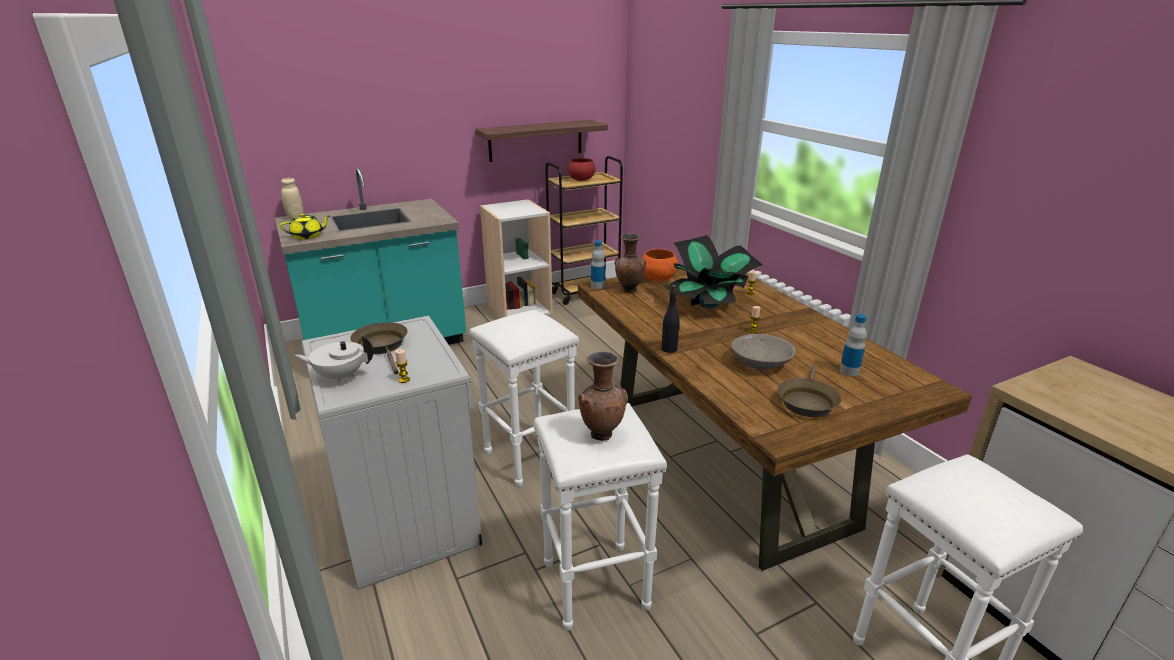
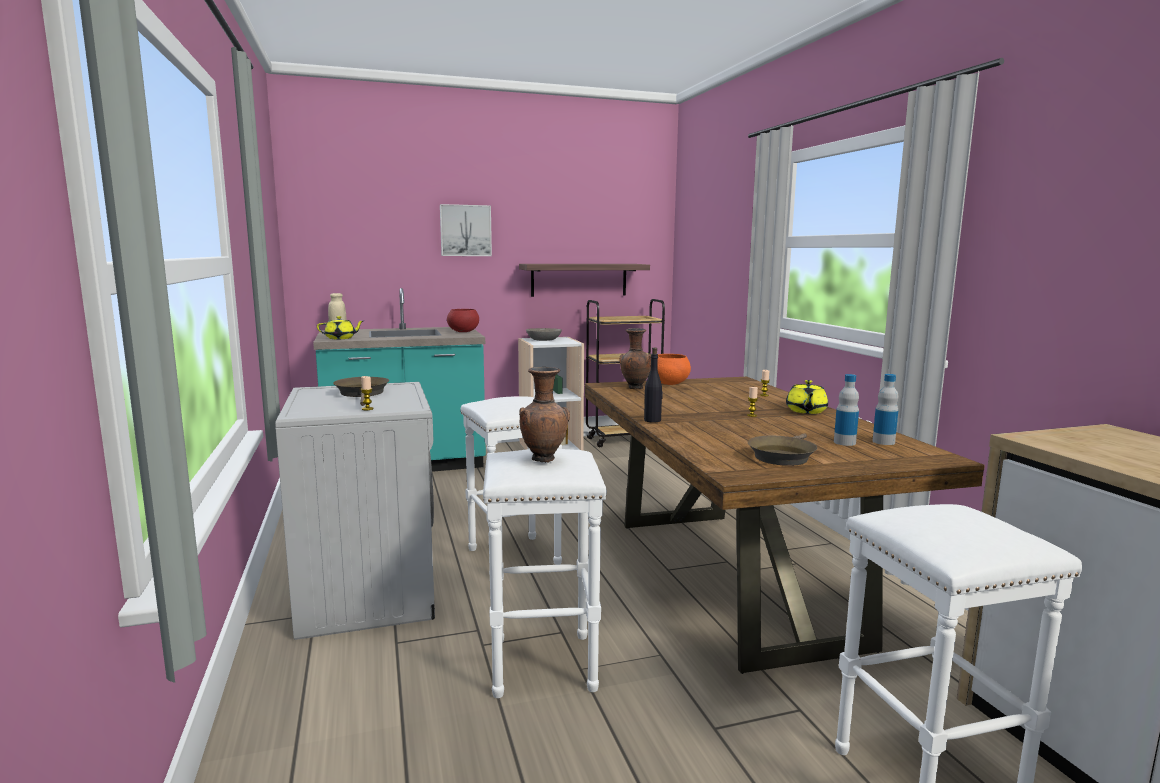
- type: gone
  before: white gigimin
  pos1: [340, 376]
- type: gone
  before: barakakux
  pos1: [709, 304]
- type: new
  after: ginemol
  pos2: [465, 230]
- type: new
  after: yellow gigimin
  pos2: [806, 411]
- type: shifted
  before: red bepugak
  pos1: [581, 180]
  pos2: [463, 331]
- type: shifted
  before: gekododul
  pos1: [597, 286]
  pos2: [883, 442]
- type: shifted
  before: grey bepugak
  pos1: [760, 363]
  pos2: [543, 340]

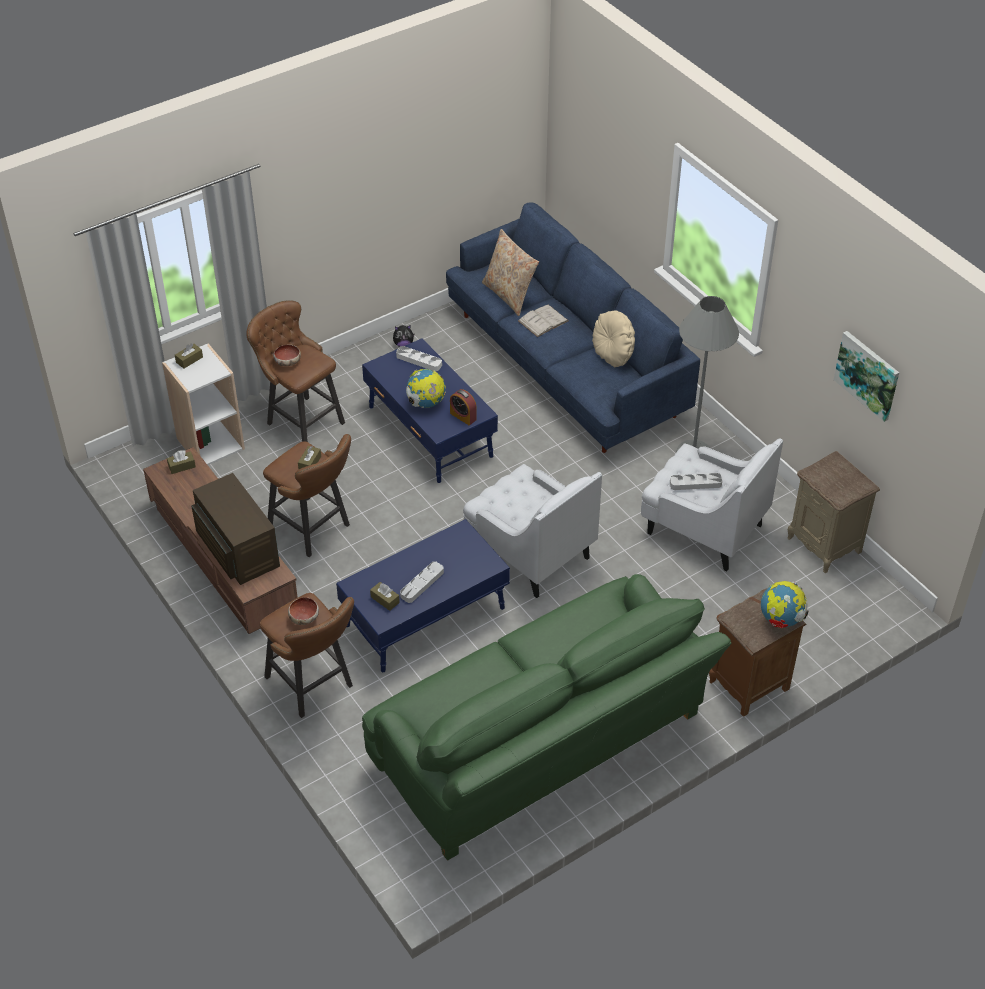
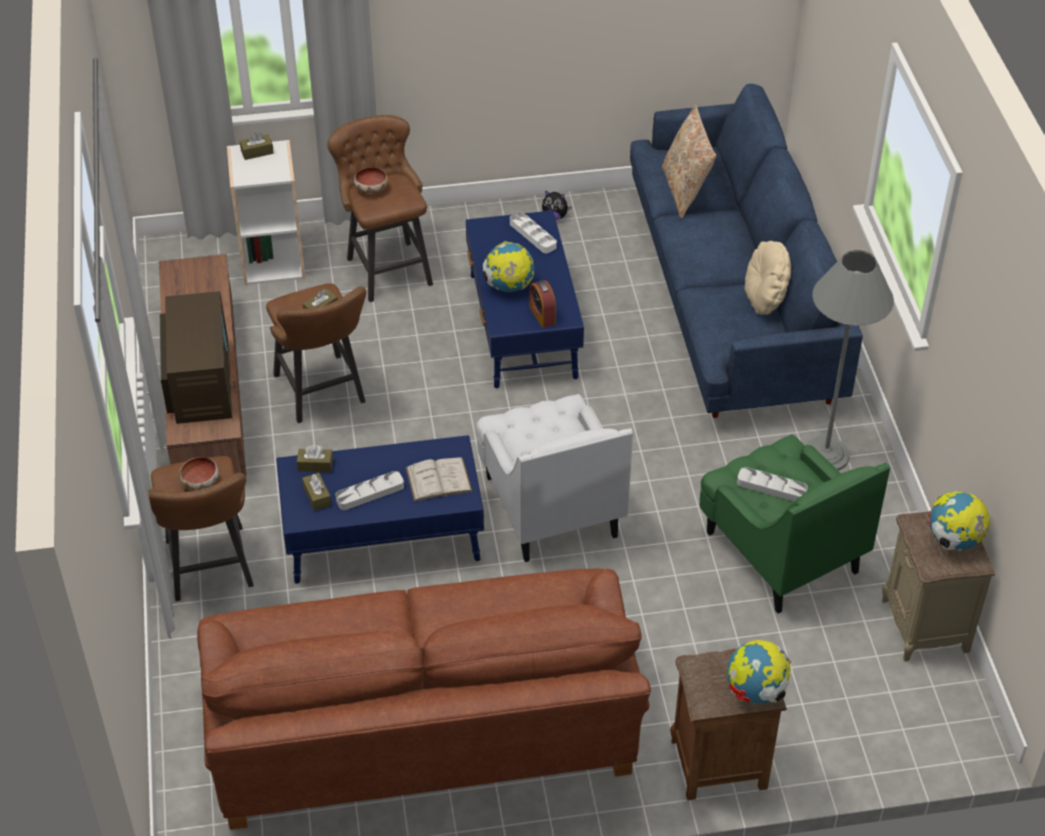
- type: gone
  before: ginemol
  pos1: [868, 375]
- type: new
  after: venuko
  pos2: [953, 540]
- type: shifted
  before: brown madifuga
  pos1: [182, 466]
  pos2: [315, 465]
- type: shifted
  before: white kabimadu
  pos1: [543, 321]
  pos2: [438, 479]
- type: repainted
  before: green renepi
  after: brown renepi
  pos1: [544, 746]
  pos2: [424, 740]
- type: repainted
  before: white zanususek
  after: green zanususek
  pos1: [703, 528]
  pos2: [780, 551]

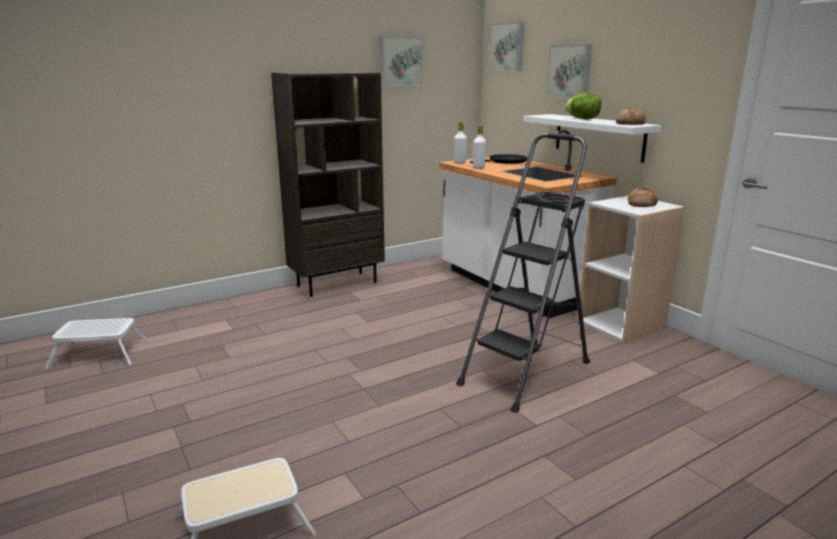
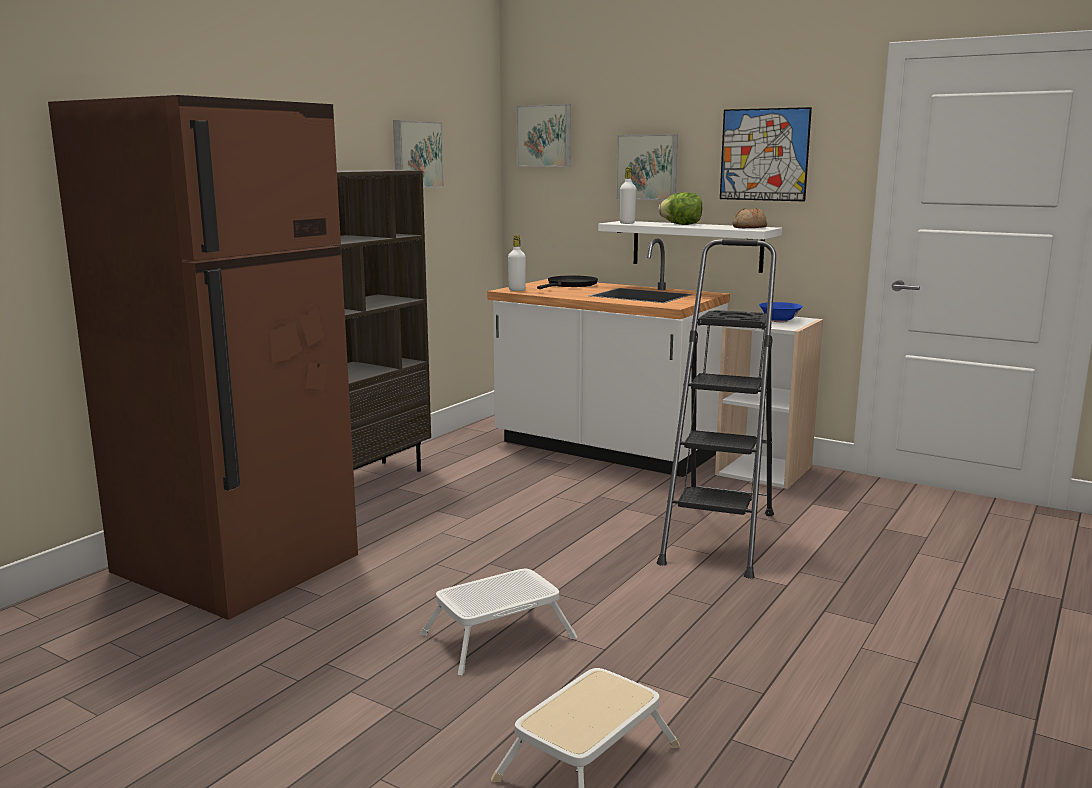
- type: new
  after: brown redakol
  pos2: [237, 562]
- type: new
  after: ginemol
  pos2: [764, 154]
- type: shifted
  before: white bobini
  pos1: [99, 354]
  pos2: [498, 636]
- type: shifted
  before: white gekododul
  pos1: [478, 168]
  pos2: [627, 223]
- type: swapped
  before: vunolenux
  after: blue bepugak
  pos1: [641, 204]
  pos2: [779, 321]

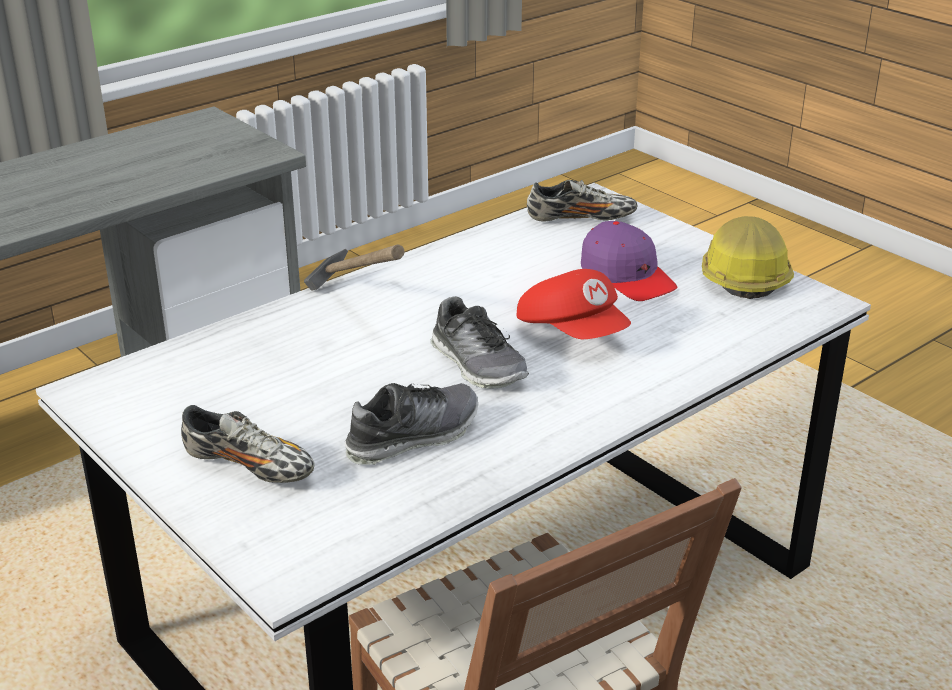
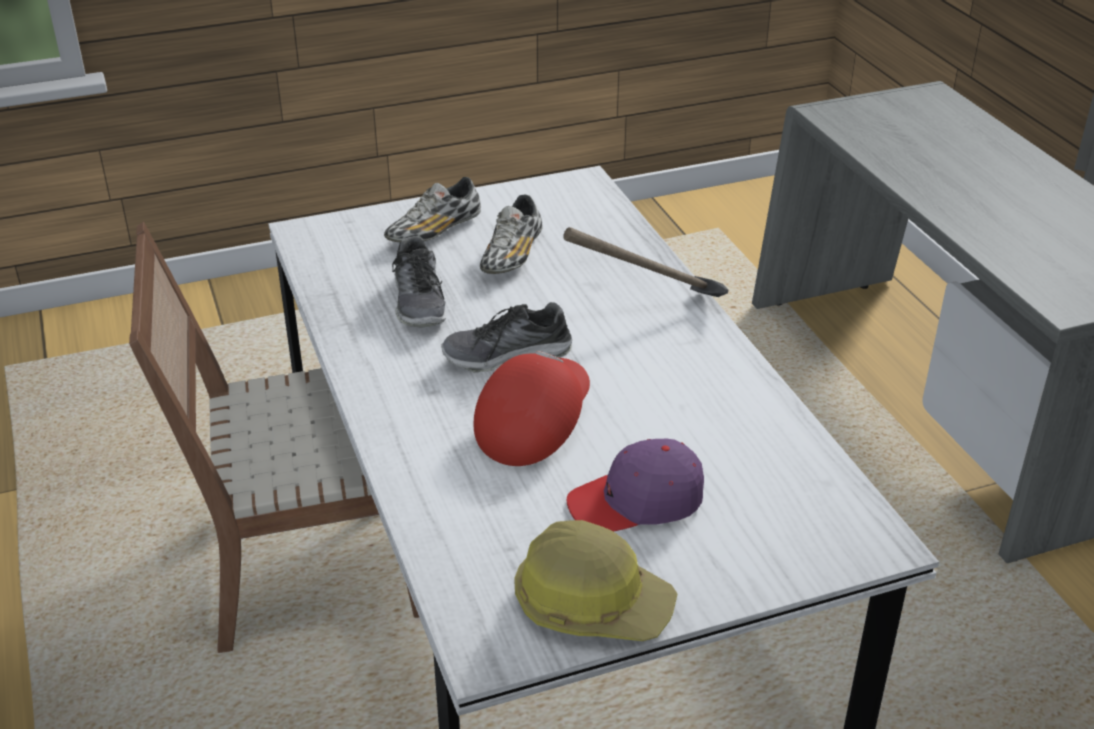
- type: shifted
  before: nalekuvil
  pos1: [581, 219]
  pos2: [512, 256]
- type: rotated
  before: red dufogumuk
  pos1: [573, 332]
  pos2: [532, 426]
  turn: 135

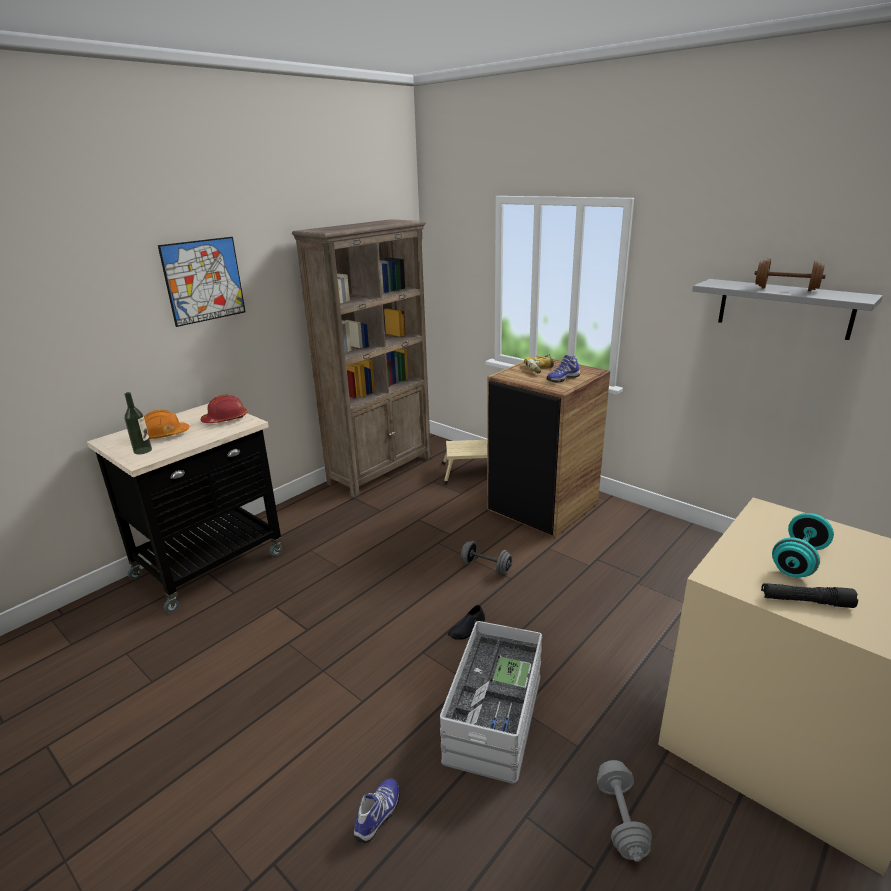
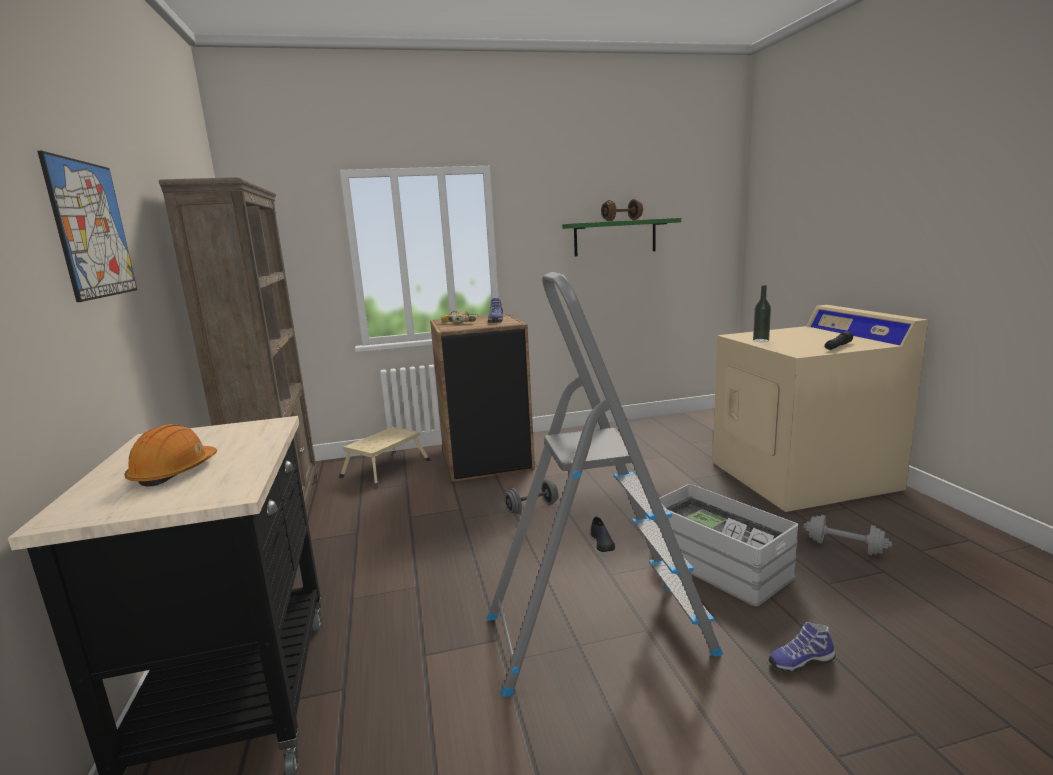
- type: gone
  before: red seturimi
  pos1: [225, 419]
- type: gone
  before: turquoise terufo
  pos1: [798, 560]
- type: new
  after: grey bobini
  pos2: [599, 634]
- type: shifted
  before: gekododul
  pos1: [143, 450]
  pos2: [760, 340]
- type: repainted
  before: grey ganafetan
  after: green ganafetan
  pos1: [784, 308]
  pos2: [615, 237]
- type: rotated
  before: nalekuvil
  pos1: [379, 815]
  pos2: [800, 660]
  turn: -75

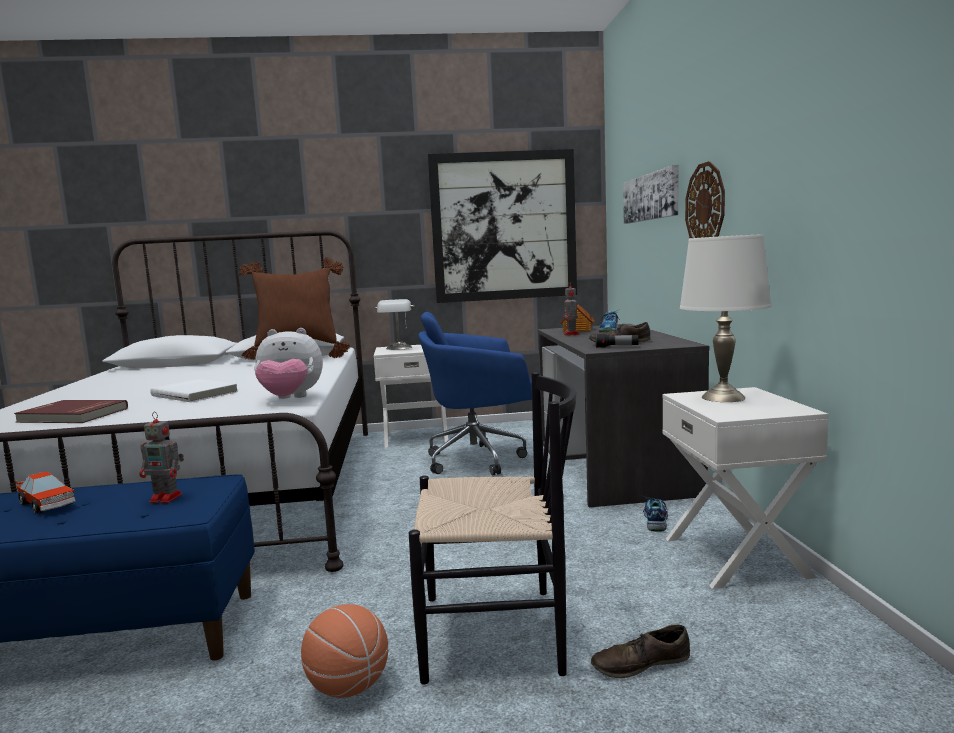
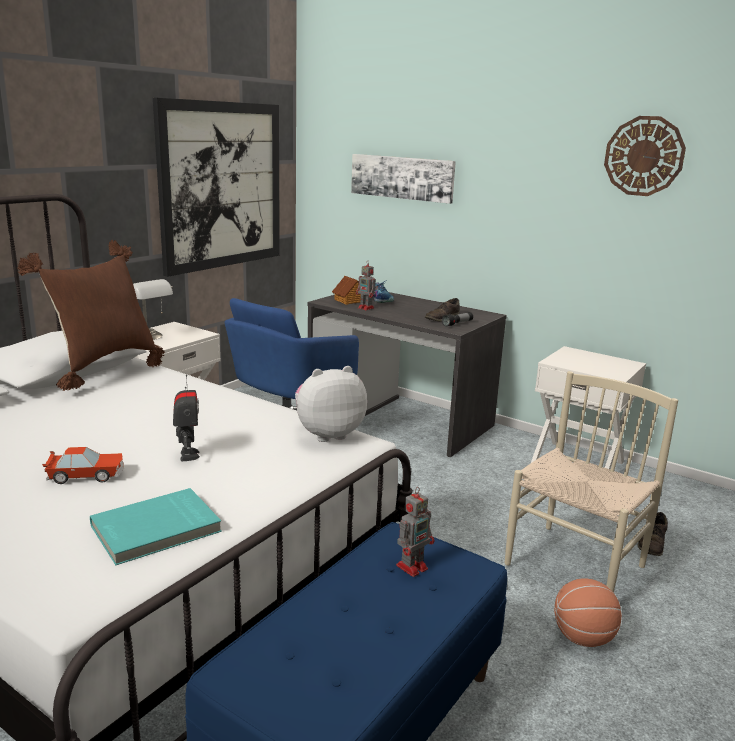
- type: gone
  before: nalekuvil
  pos1: [654, 520]
- type: gone
  before: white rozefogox
  pos1: [722, 397]
- type: shifted
  before: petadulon
  pos1: [47, 504]
  pos2: [86, 475]
- type: shifted
  before: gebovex
  pos1: [705, 206]
  pos2: [644, 156]
- type: swapped
  before: white kabimadu
  after: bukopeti
  pos1: [196, 393]
  pos2: [188, 455]
- type: repainted
  before: red kabimadu
  after: turquoise kabimadu
  pos1: [72, 415]
  pos2: [157, 530]
- type: repainted
  before: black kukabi
  after: beige kukabi
  pos1: [499, 634]
  pos2: [577, 563]
- type: rotated
  before: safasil
  pos1: [290, 399]
  pos2: [328, 434]
  turn: -150

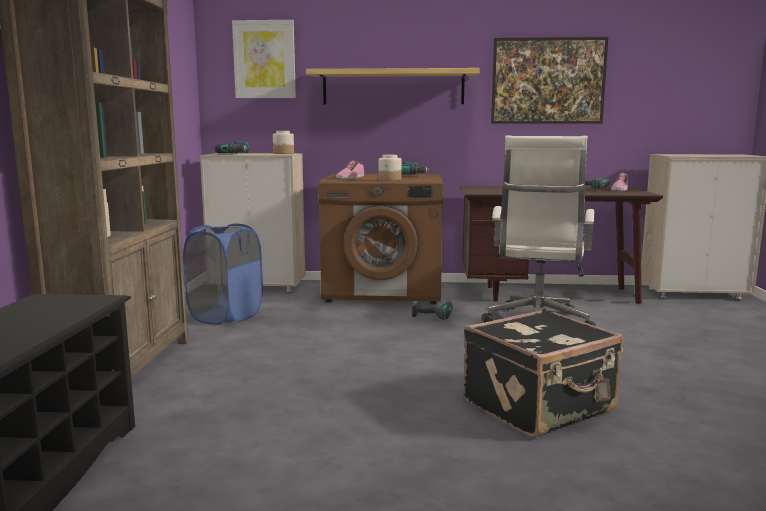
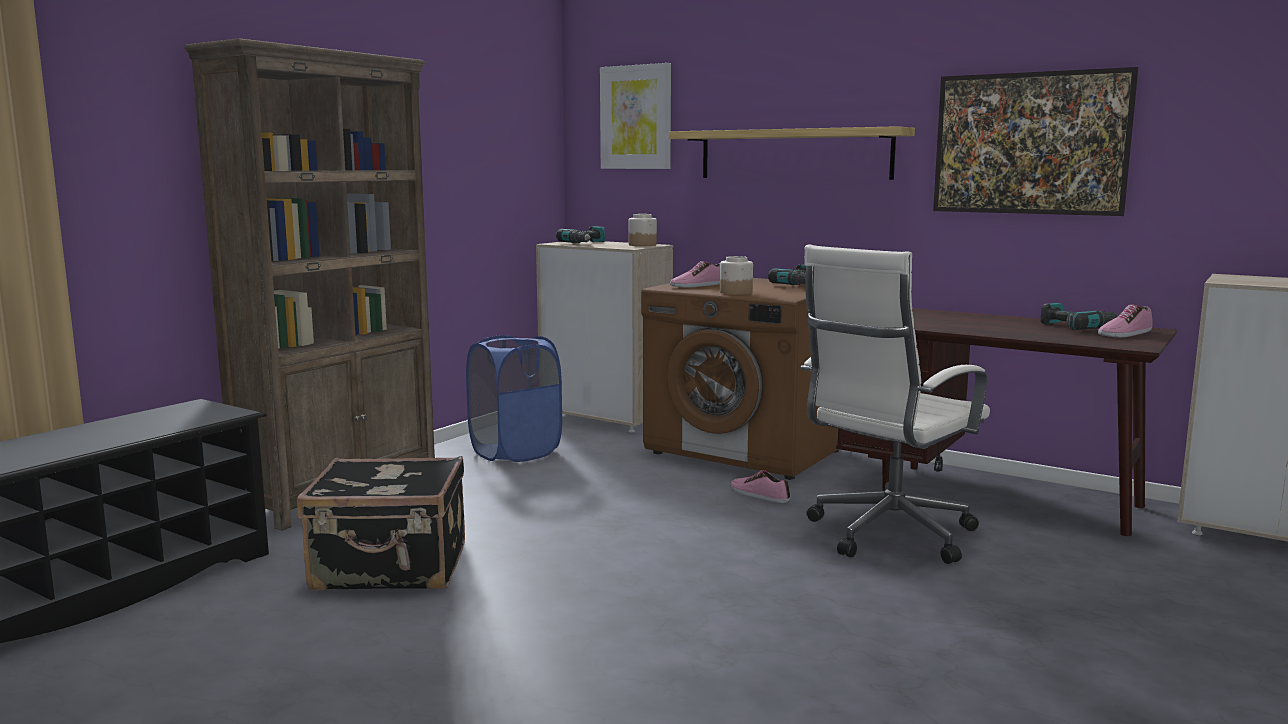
- type: shifted
  before: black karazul
  pos1: [540, 407]
  pos2: [391, 569]
- type: swapped
  before: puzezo
  after: nalekuvil
  pos1: [432, 315]
  pos2: [759, 494]

